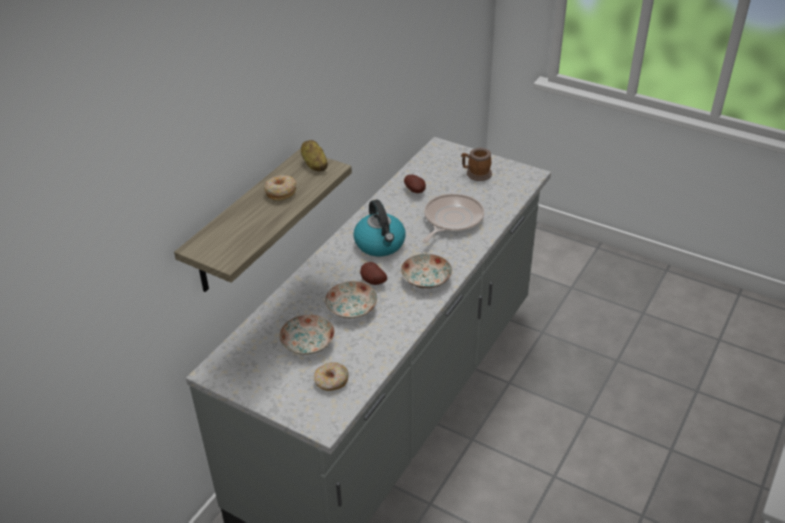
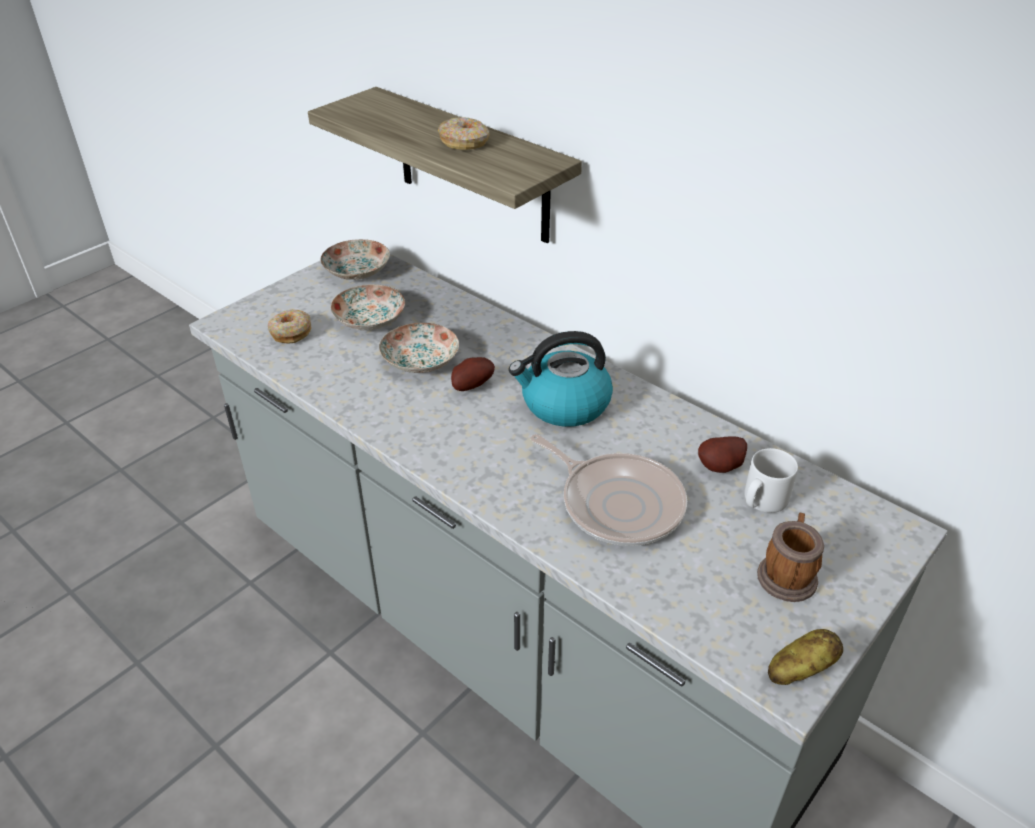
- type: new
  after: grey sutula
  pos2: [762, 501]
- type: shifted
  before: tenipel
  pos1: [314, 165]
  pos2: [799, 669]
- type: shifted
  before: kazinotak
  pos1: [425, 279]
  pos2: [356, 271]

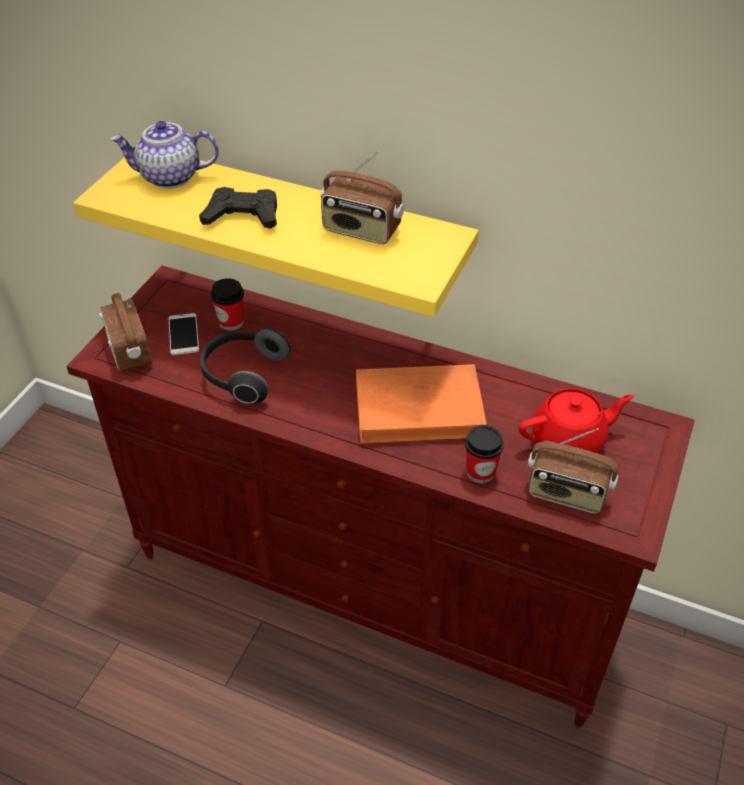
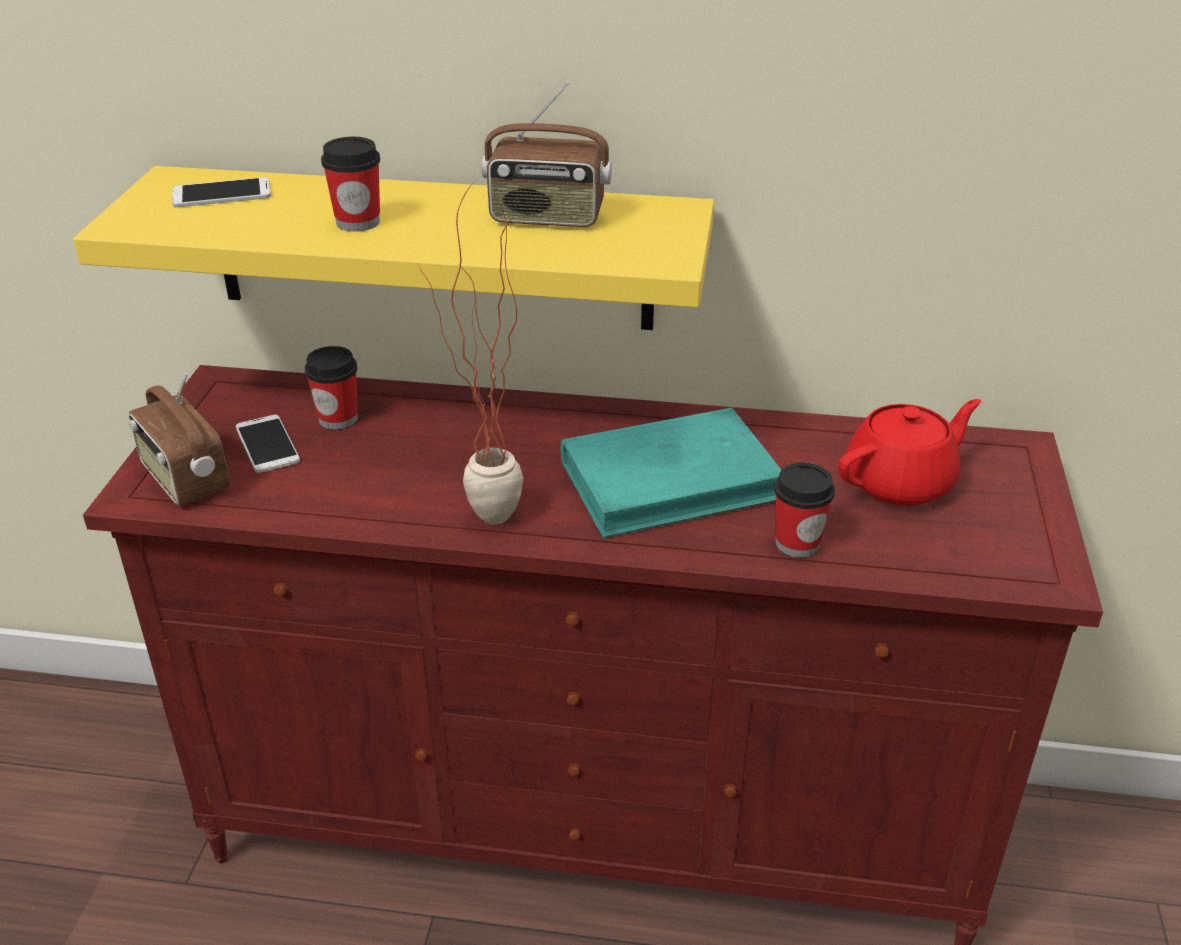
- type: gone
  before: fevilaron
  pos1: [243, 375]
- type: gone
  before: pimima
  pos1: [566, 494]
- type: new
  after: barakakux
  pos2: [483, 527]
- type: swapped
  before: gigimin
  after: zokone
  pos1: [169, 177]
  pos2: [221, 194]
- type: swapped
  before: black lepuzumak
  after: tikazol
  pos1: [242, 215]
  pos2: [358, 222]
- type: repainted
  before: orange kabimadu
  after: turquoise kabimadu
  pos1: [419, 409]
  pos2: [671, 480]

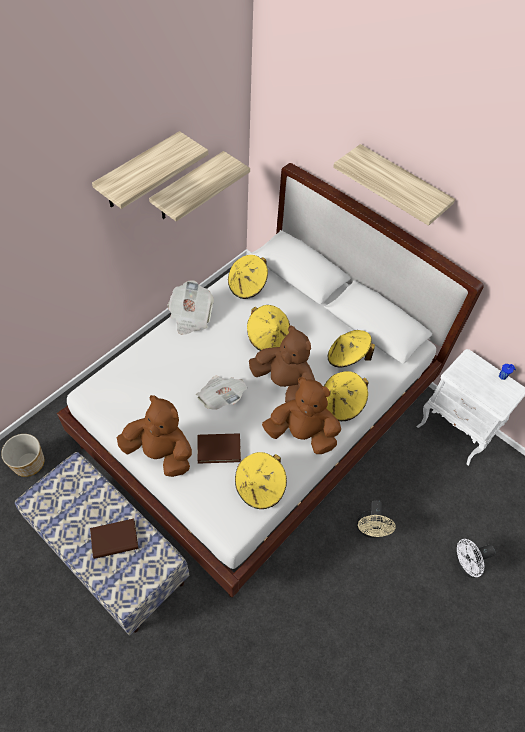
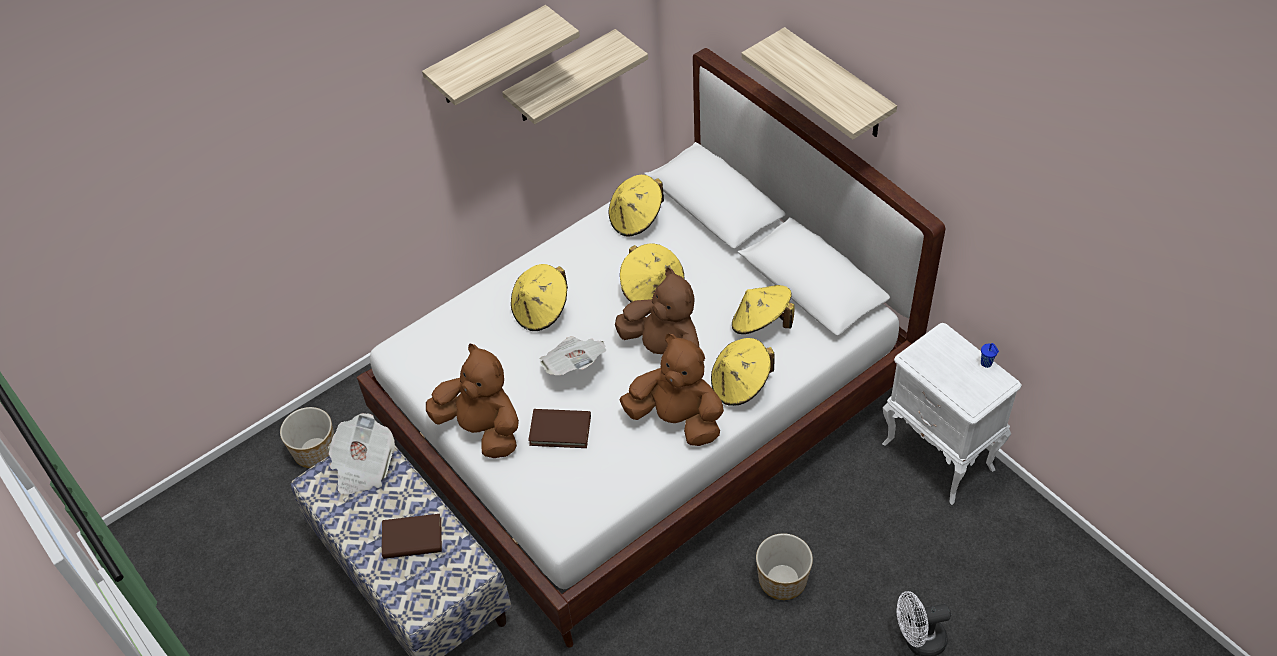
- type: shifted
  before: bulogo
  pos1: [190, 316]
  pos2: [363, 466]
- type: shifted
  before: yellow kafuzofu
  pos1: [260, 487]
  pos2: [541, 311]
- type: swapped
  before: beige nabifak
  after: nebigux
  pos1: [370, 529]
  pos2: [783, 579]

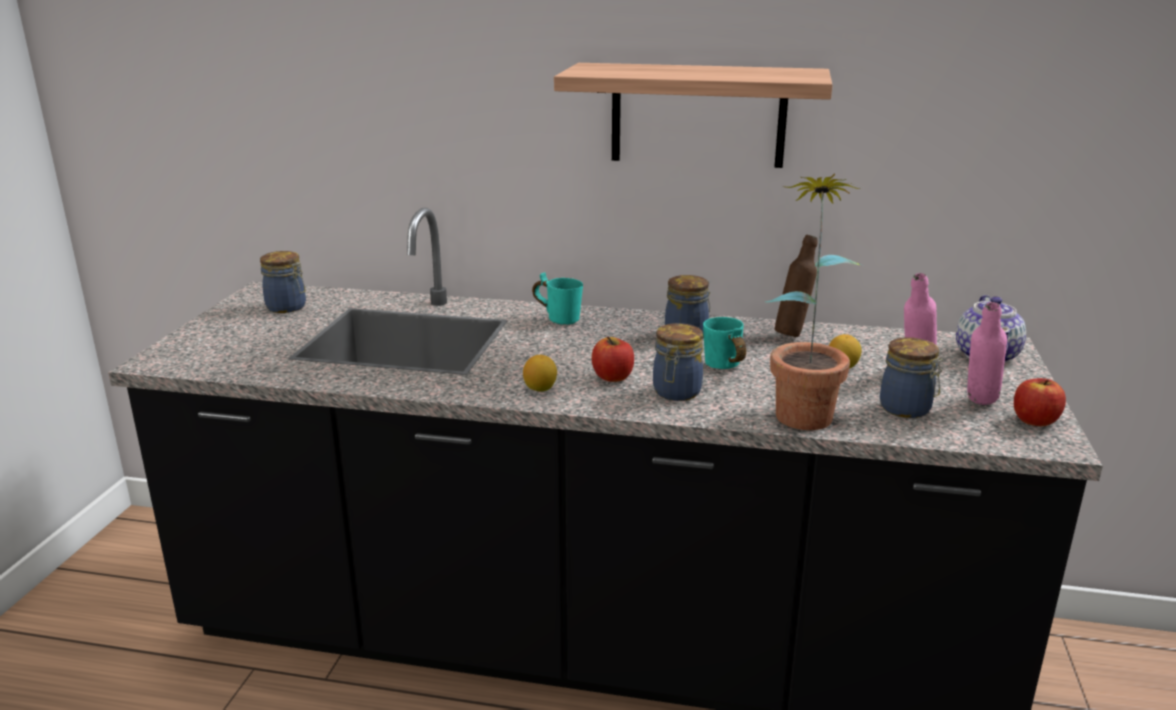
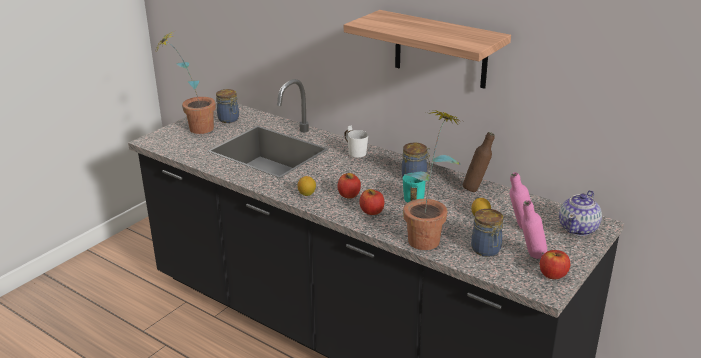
- type: new
  after: barakakux
  pos2: [193, 129]
- type: swapped
  before: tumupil
  after: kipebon
  pos1: [676, 393]
  pos2: [372, 211]
- type: repainted
  before: turquoise sutula
  after: white sutula
  pos1: [560, 318]
  pos2: [357, 152]

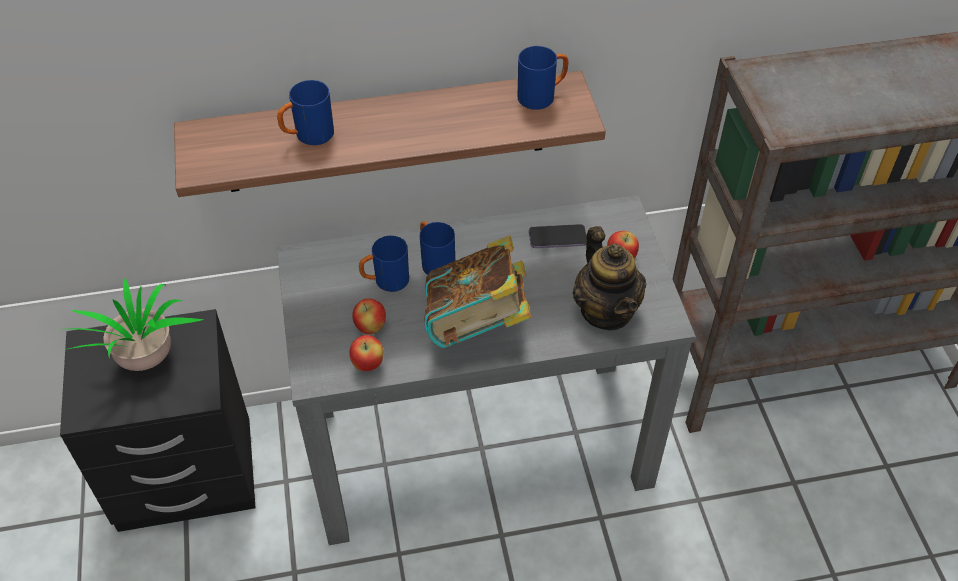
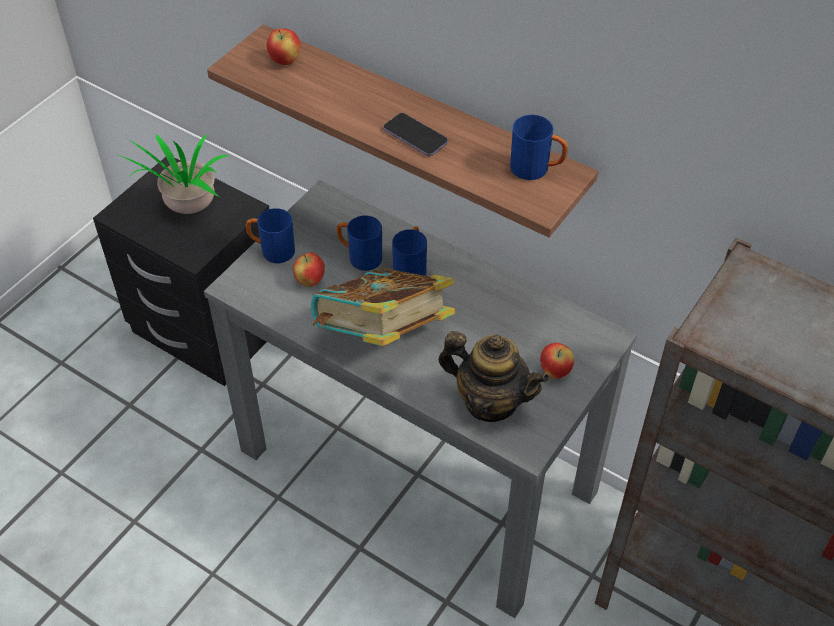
- type: shifted
  before: blue sutula
  pos1: [308, 136]
  pos2: [272, 251]
- type: shifted
  before: kipebon
  pos1: [368, 364]
  pos2: [285, 61]
- type: shifted
  before: zokone
  pos1: [557, 238]
  pos2: [415, 136]
- type: rotated
  before: gigimin
  pos1: [606, 311]
  pos2: [490, 401]
  turn: -90

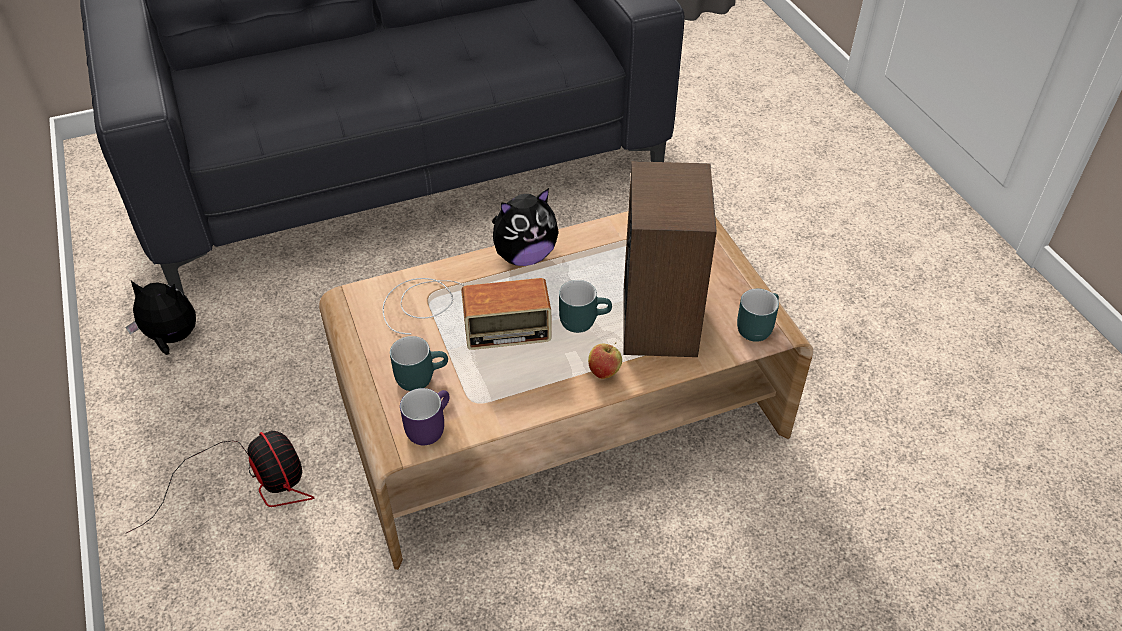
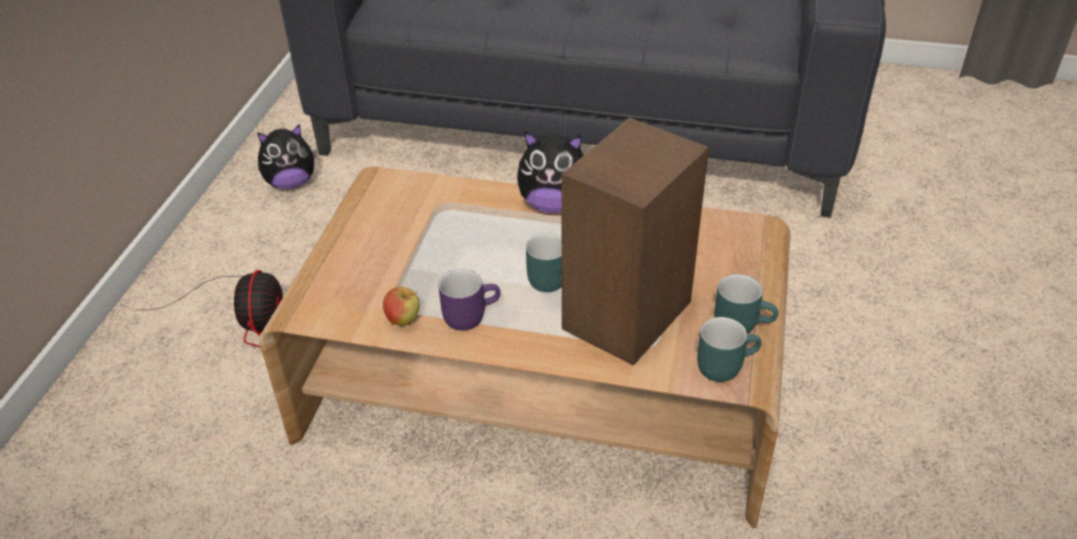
- type: gone
  before: pimima
  pos1: [461, 314]
- type: shifted
  before: turquoise sutula
  pos1: [420, 375]
  pos2: [742, 323]
- type: shifted
  before: purple sutula
  pos1: [427, 426]
  pos2: [469, 314]
- type: shifted
  before: kipebon
  pos1: [604, 372]
  pos2: [403, 320]
- type: rotated
  before: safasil
  pos1: [171, 339]
  pos2: [291, 183]
  turn: 120

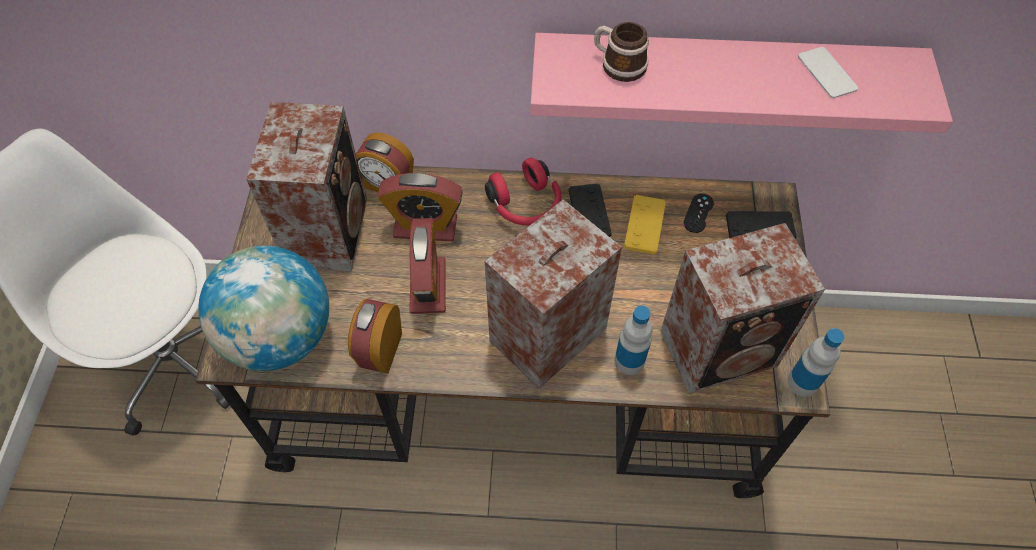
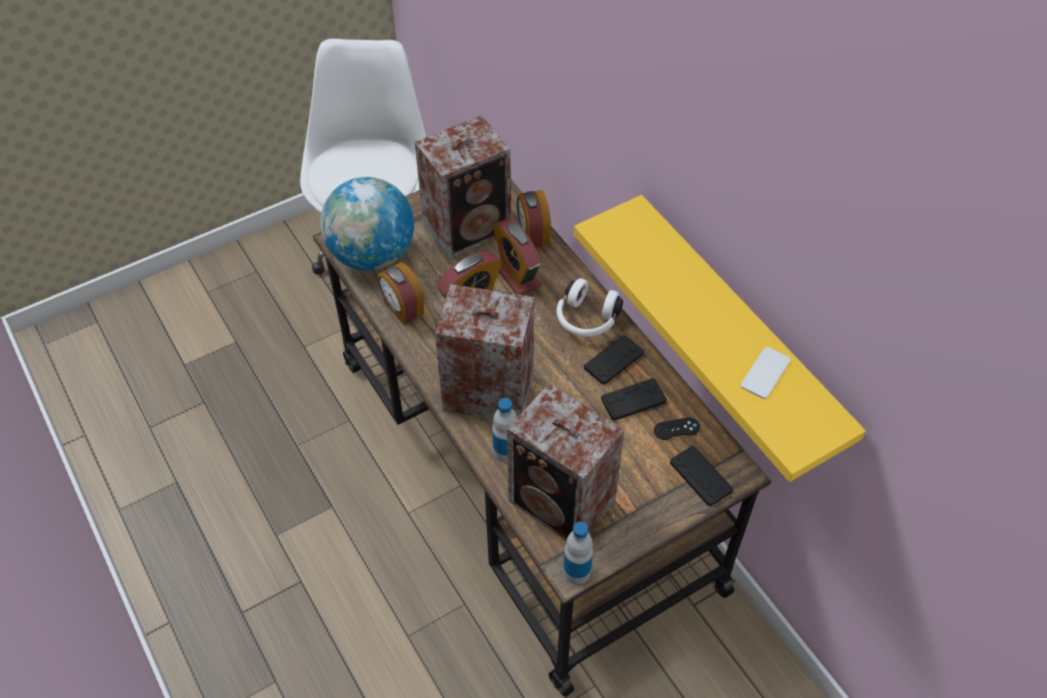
- type: gone
  before: sutula
  pos1: [618, 64]
- type: repainted
  before: red fevilaron
  after: white fevilaron
  pos1: [526, 205]
  pos2: [586, 319]
- type: repainted
  before: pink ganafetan
  after: yellow ganafetan
  pos1: [721, 76]
  pos2: [738, 330]
- type: repainted
  before: yellow lepuzumak
  after: black lepuzumak
  pos1: [644, 225]
  pos2: [633, 400]
- type: rotated
  before: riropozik
  pos1: [379, 350]
  pos2: [403, 309]
  turn: -105

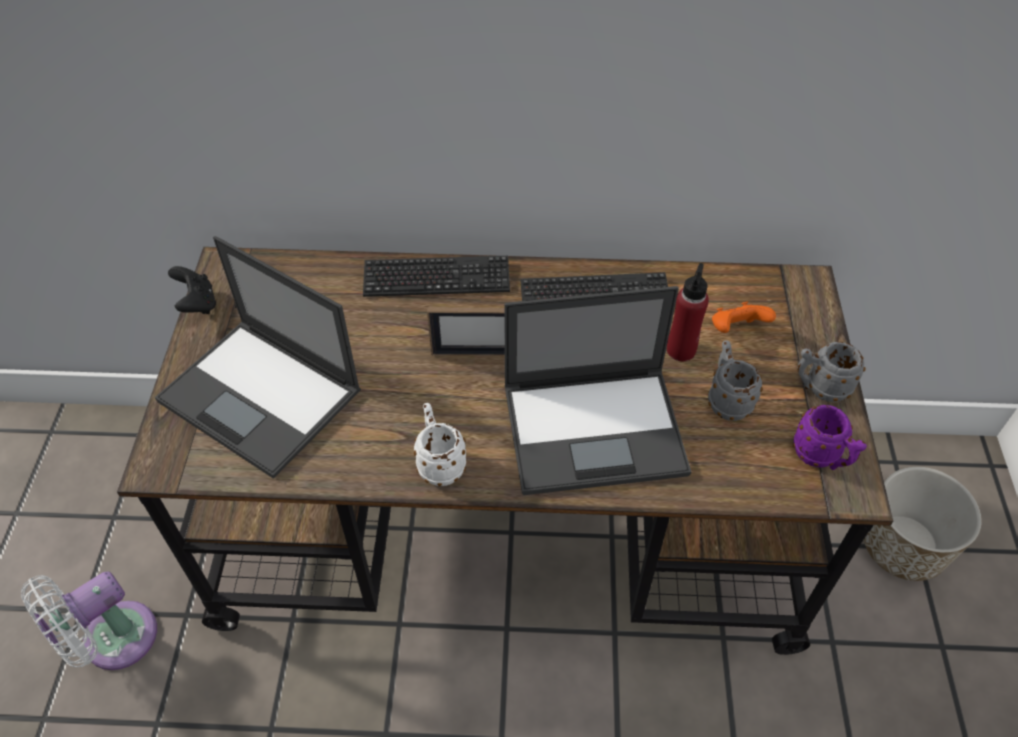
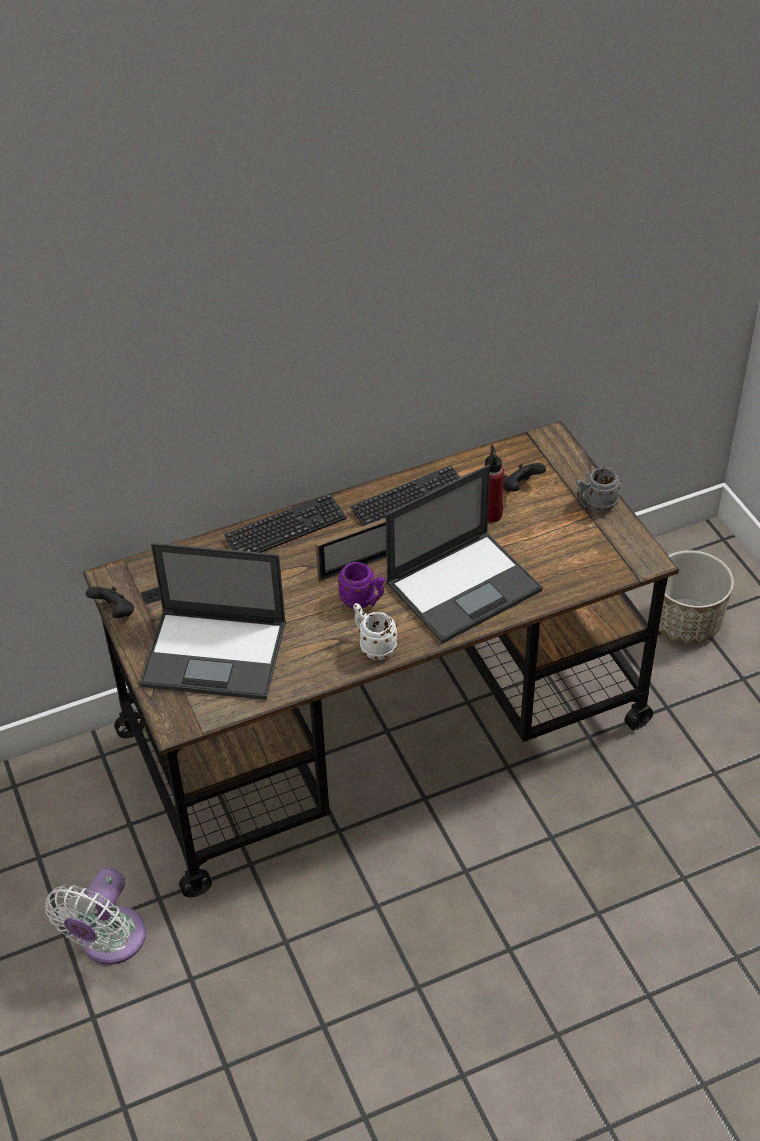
- type: gone
  before: grey sutula
  pos1: [726, 400]
- type: shifted
  before: purple sutula
  pos1: [821, 458]
  pos2: [363, 601]
- type: repainted
  before: orange lepuzumak
  after: black lepuzumak
  pos1: [736, 330]
  pos2: [520, 488]

